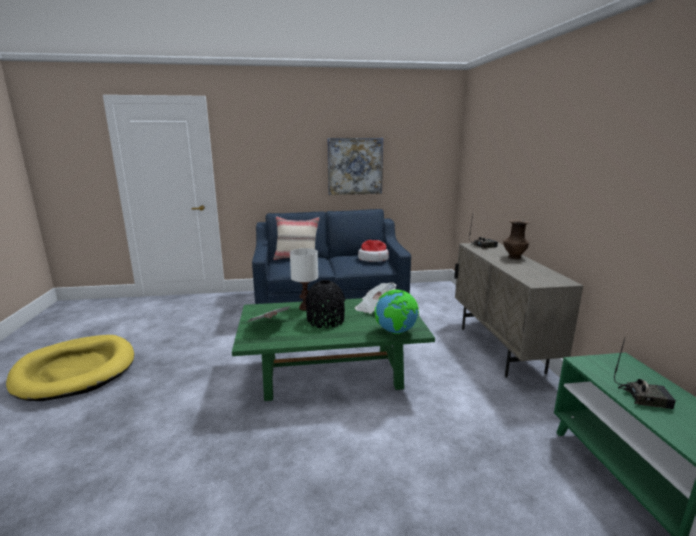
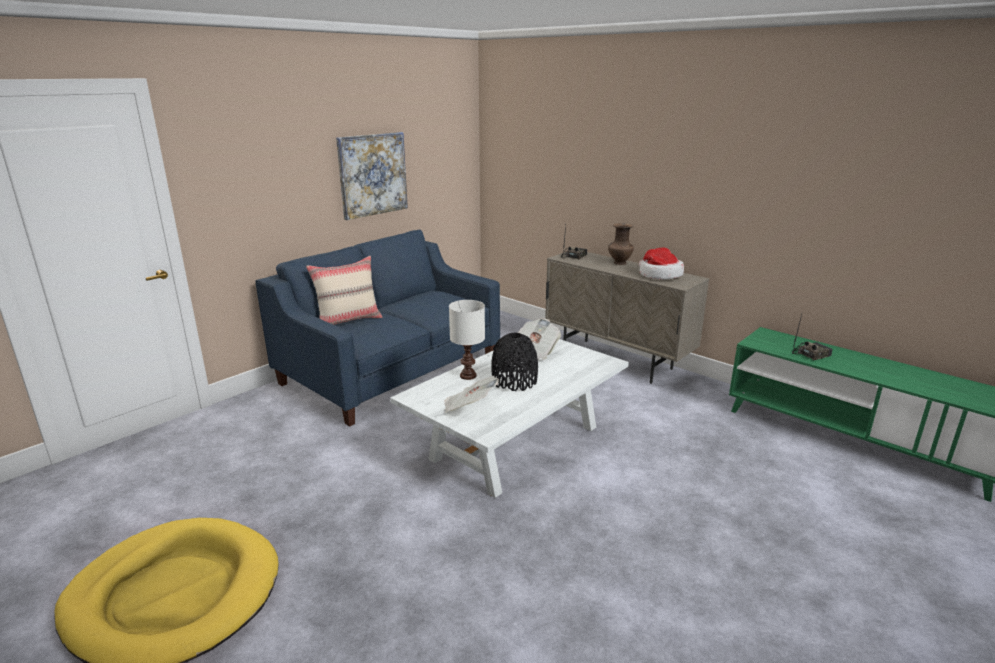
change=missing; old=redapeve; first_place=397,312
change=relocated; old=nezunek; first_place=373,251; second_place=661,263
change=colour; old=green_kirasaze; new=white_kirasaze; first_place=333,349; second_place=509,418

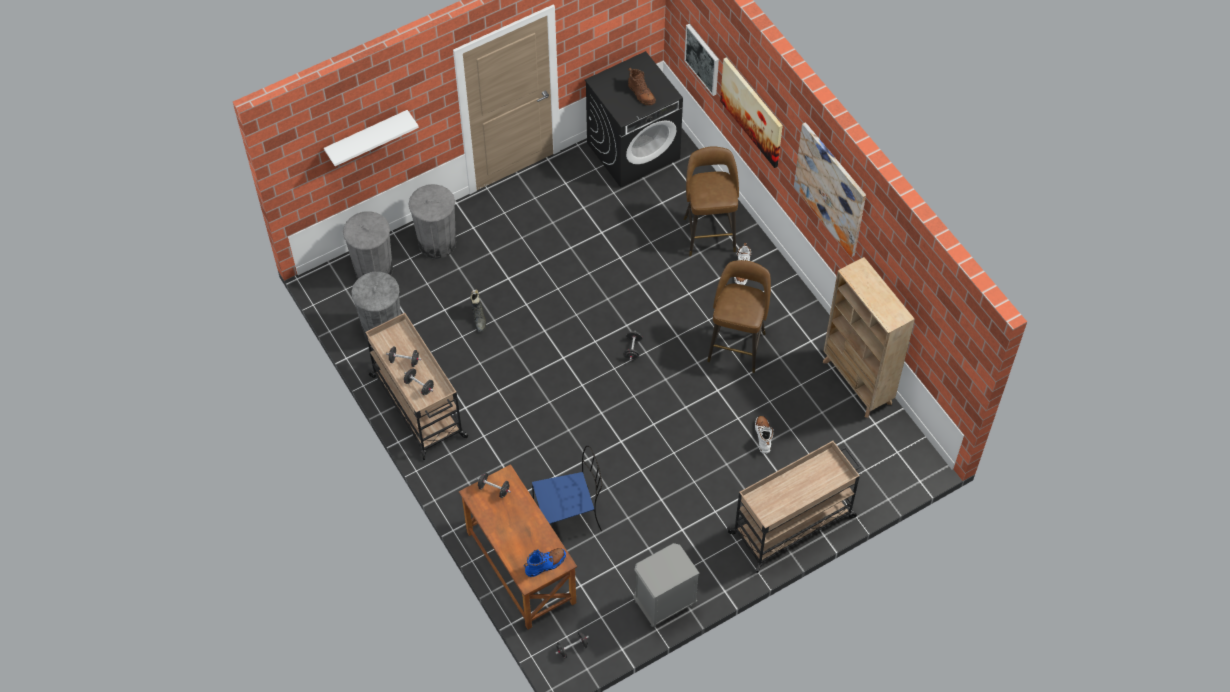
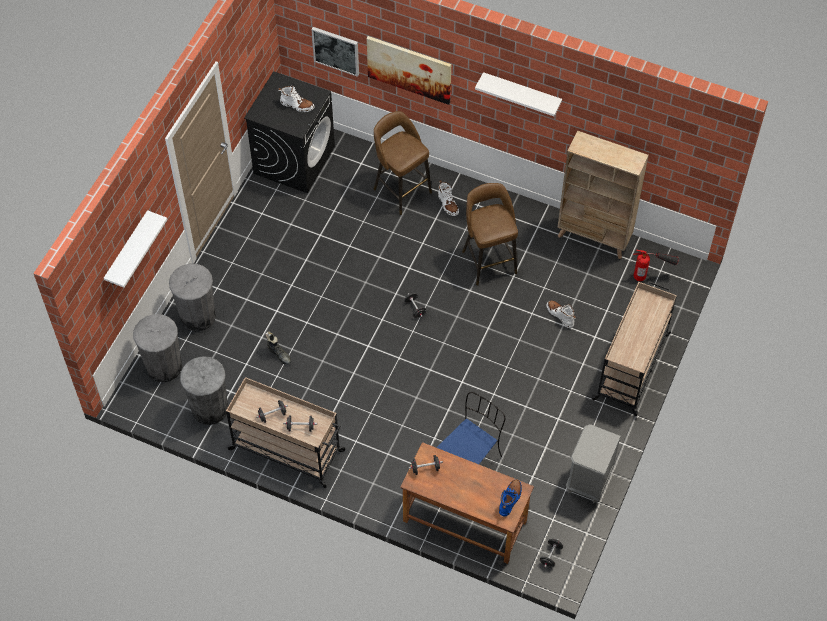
change=appeared; new=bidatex; second_place=656,265
change=exchanged; old=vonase; new=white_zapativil; first_place=830,190; second_place=518,94
change=colour; old=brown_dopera; new=white_dopera; first_place=642,86; second_place=296,99

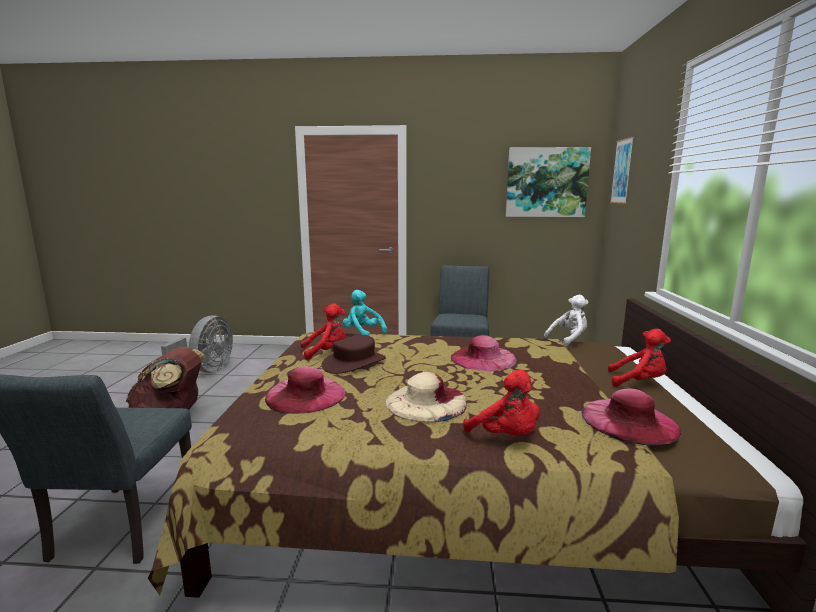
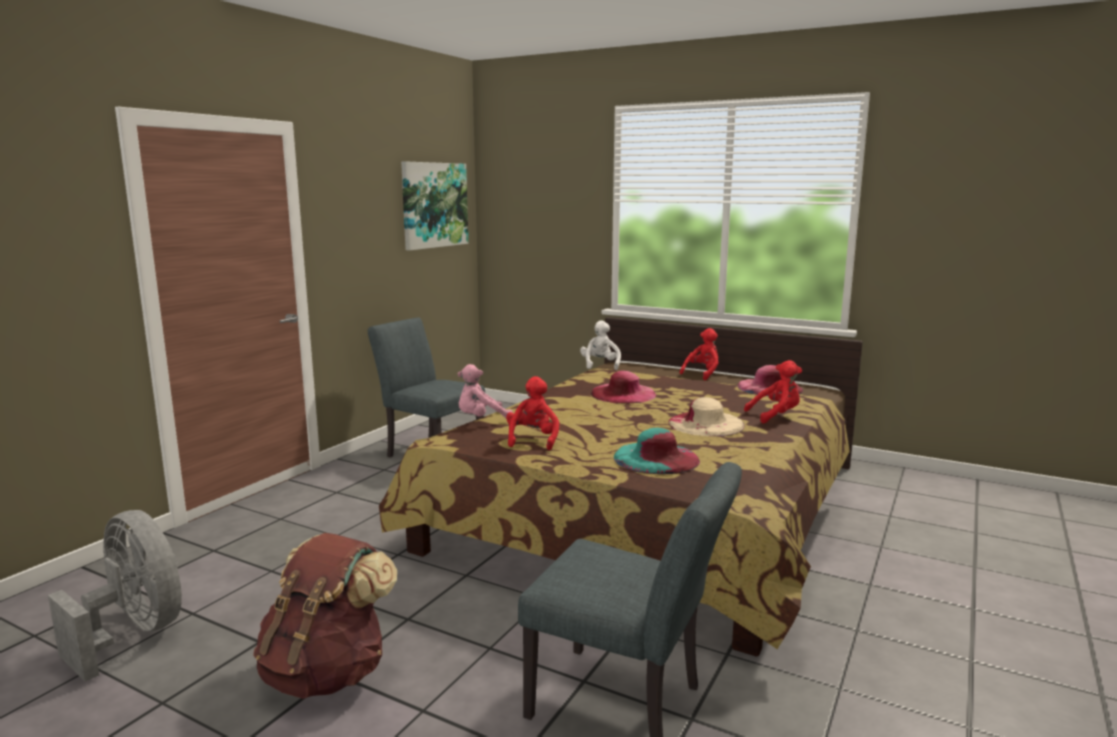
change=missing; old=brown_nezunek; first_place=354,354
change=missing; old=vonase; first_place=622,170
change=colour; old=pink_nezunek; new=turquoise_nezunek; first_place=305,390; second_place=657,451
change=colour; old=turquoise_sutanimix; new=pink_sutanimix; first_place=364,313; second_place=485,391

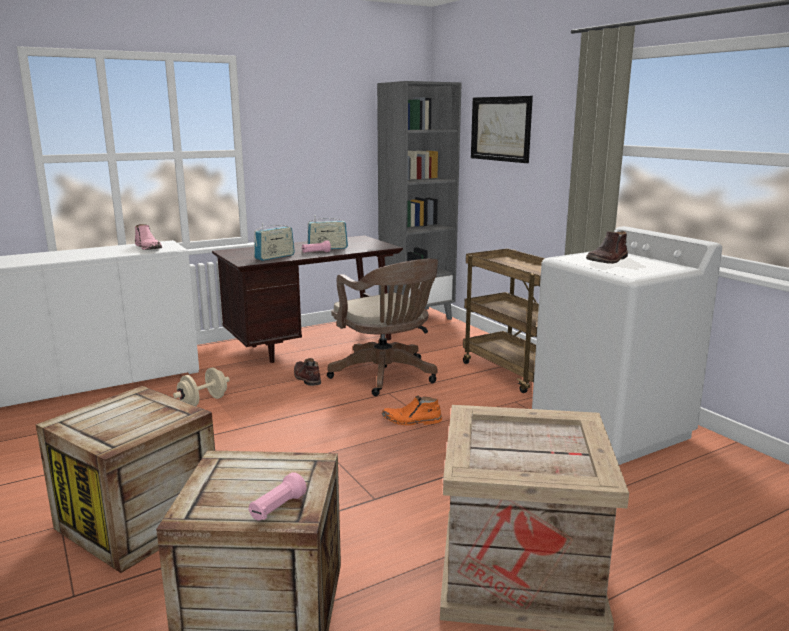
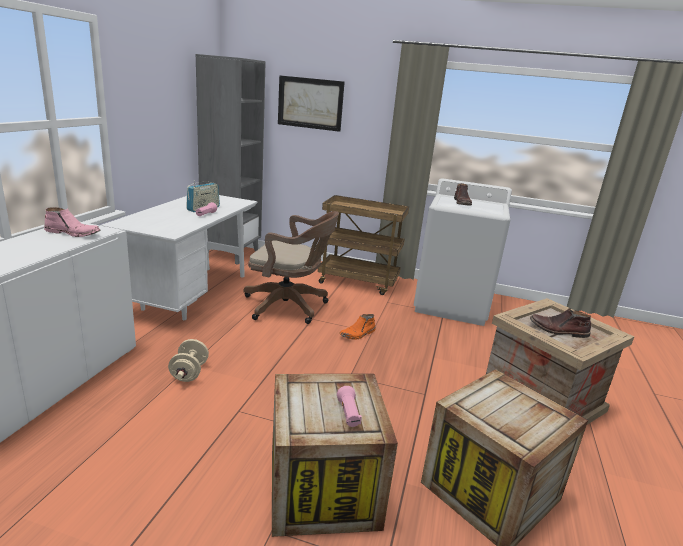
change=missing; old=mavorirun; first_place=274,242
change=relocated; old=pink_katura; first_place=277,496; second_place=349,406
change=relocated; old=brown_dopera; first_place=307,372; second_place=560,323
change=colour; old=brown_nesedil; new=white_nesedil; first_place=307,299; second_place=178,257

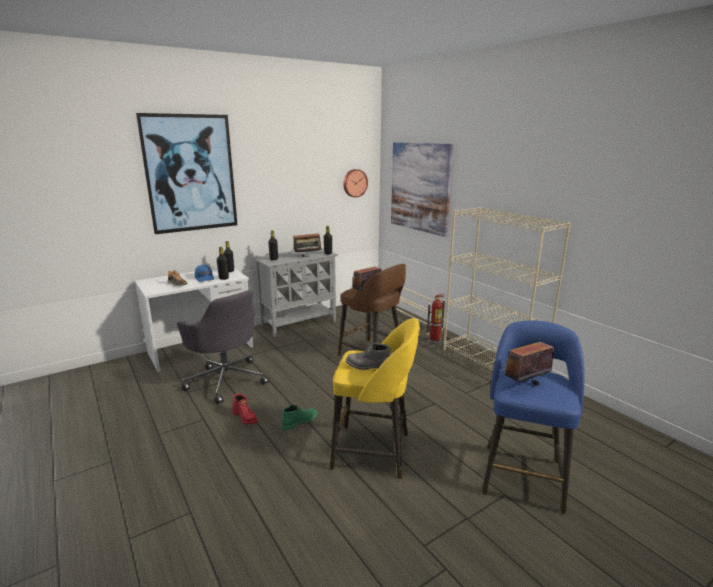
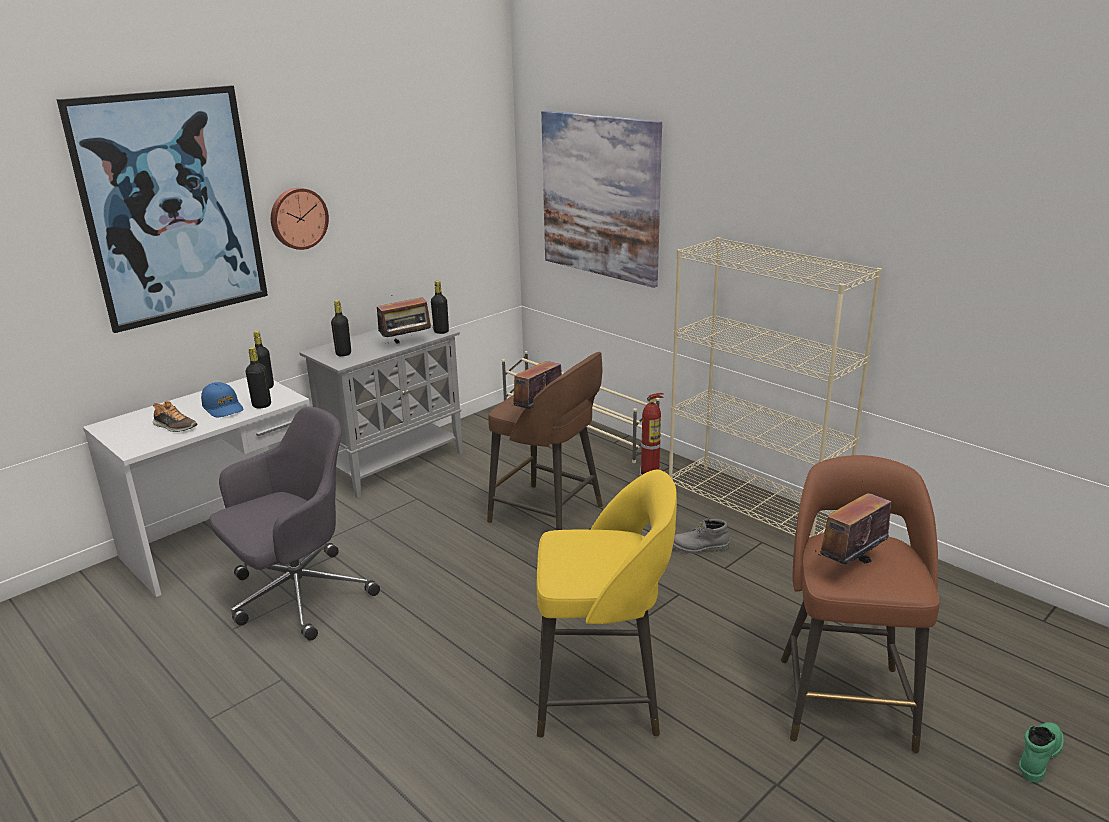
change=missing; old=red_dopera; first_place=244,409
change=relocated; old=green_dopera; first_place=299,418; second_place=1040,752
change=relocated; old=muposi; first_place=355,183; second_place=300,219
change=relocated; old=grey_dopera; first_place=368,356; second_place=701,536
change=colour; old=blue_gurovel; new=brown_gurovel; first_place=533,417; second_place=860,604
change=spun; old=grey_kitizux; first_place=223,347; second_place=295,524; degrees=-75

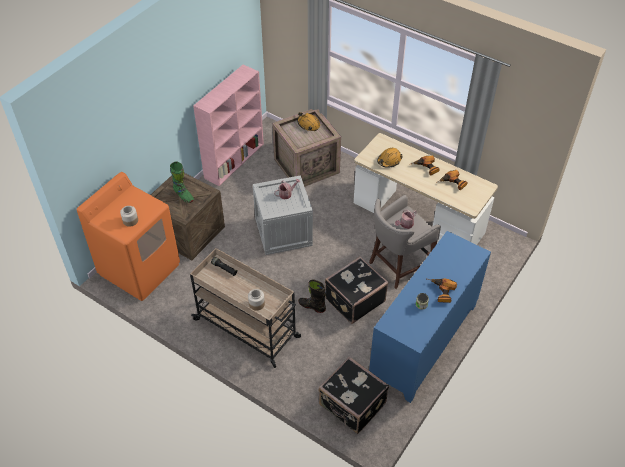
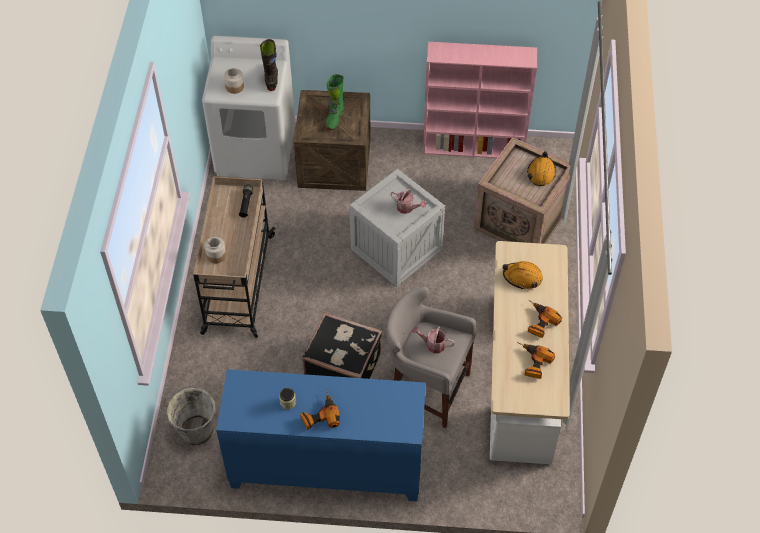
change=relocated; old=black_dopera; first_place=312,296; second_place=269,65
change=exchanged; old=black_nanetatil; new=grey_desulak; first_place=353,395; second_place=188,415
change=colour; old=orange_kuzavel; new=white_kuzavel; first_place=128,236; second_place=248,108

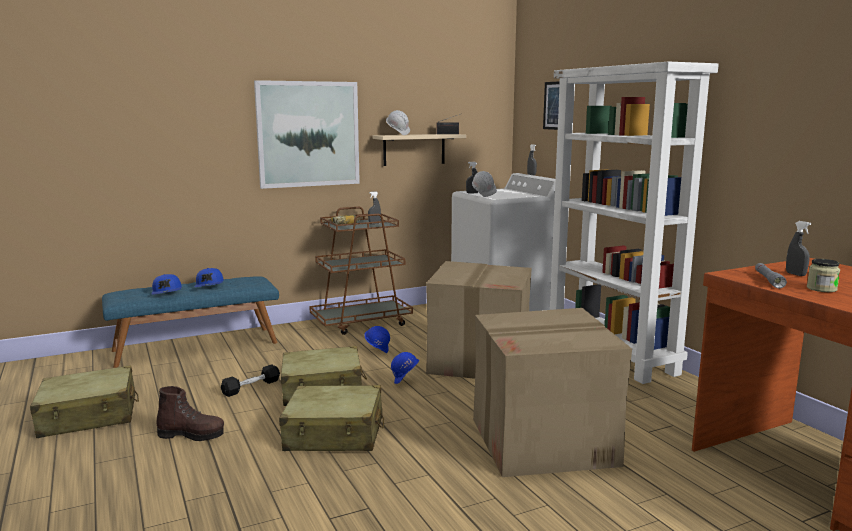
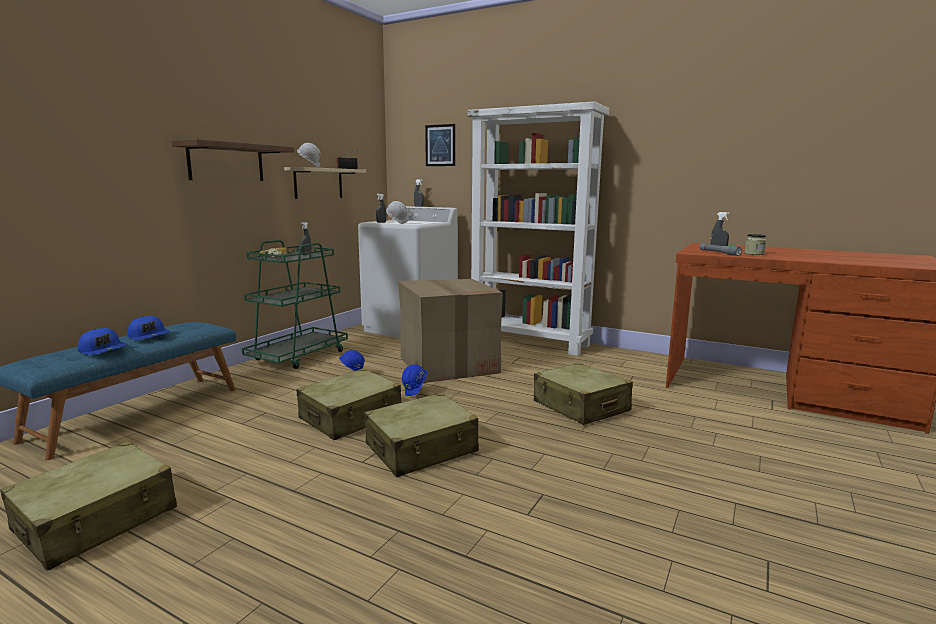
change=missing; old=brown_dopera; first_place=190,413
change=missing; old=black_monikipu; first_place=250,380
change=exchanged; old=vonase; new=brown_zapativil; first_place=307,134; second_place=233,160
change=exchanged; old=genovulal; new=beige_nanetatil; first_place=552,392; second_place=583,394
change=colour; old=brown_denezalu; new=green_denezalu; first_place=361,271; second_place=295,304

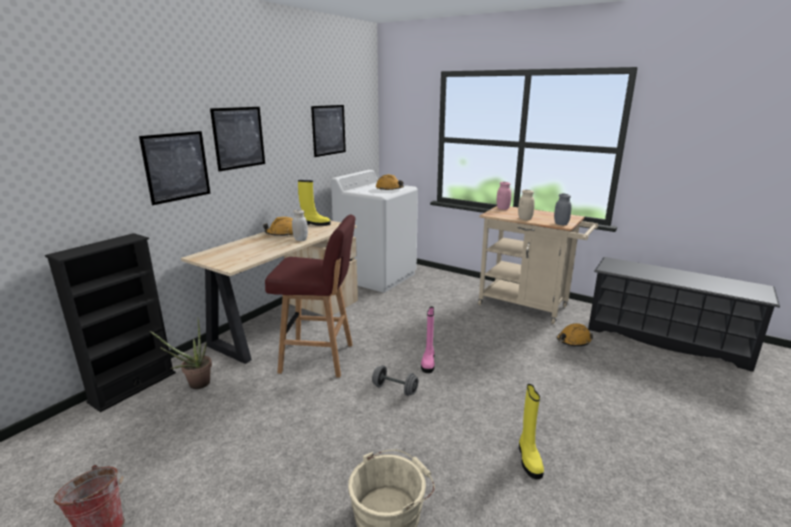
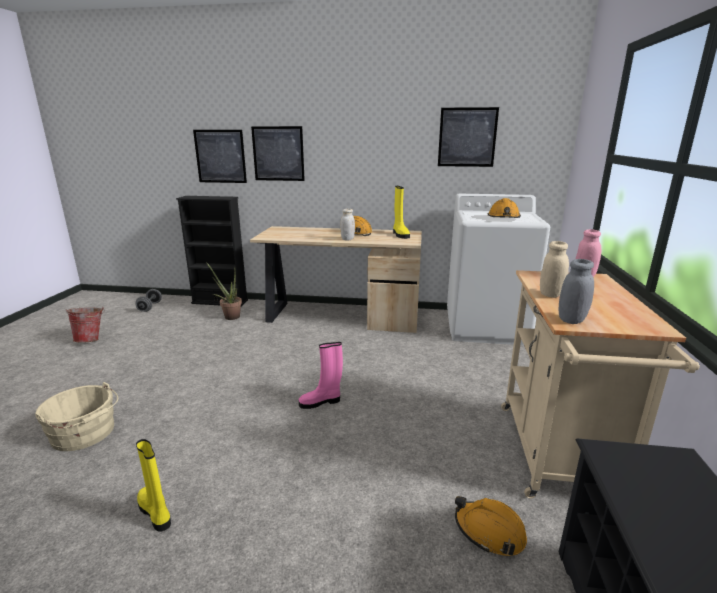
change=missing; old=red_gurovel; first_place=310,296
change=relocated; old=vonase; first_place=237,139; second_place=220,156
change=relocated; old=grey_monikipu; first_place=395,380; second_place=149,300
change=spun; old=yellow_dopera; first_place=531,431; second_place=153,485; degrees=75

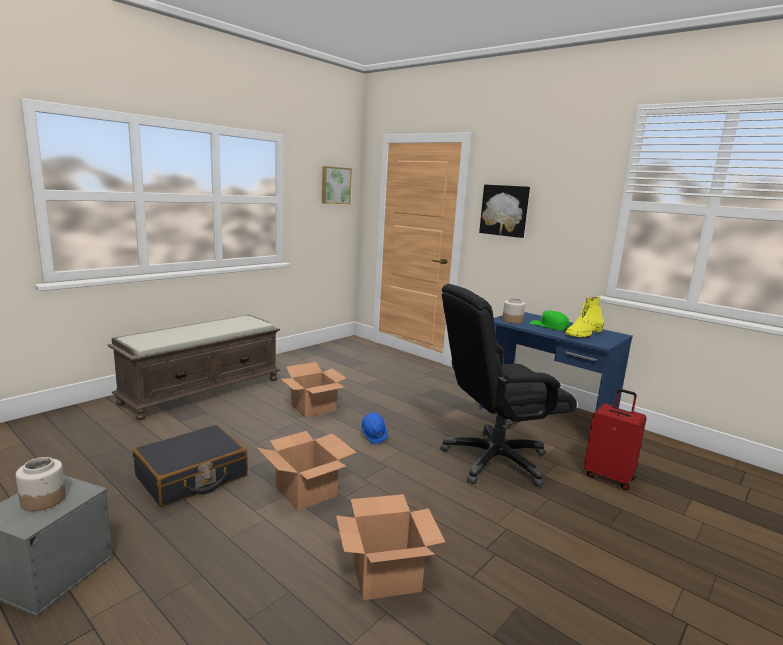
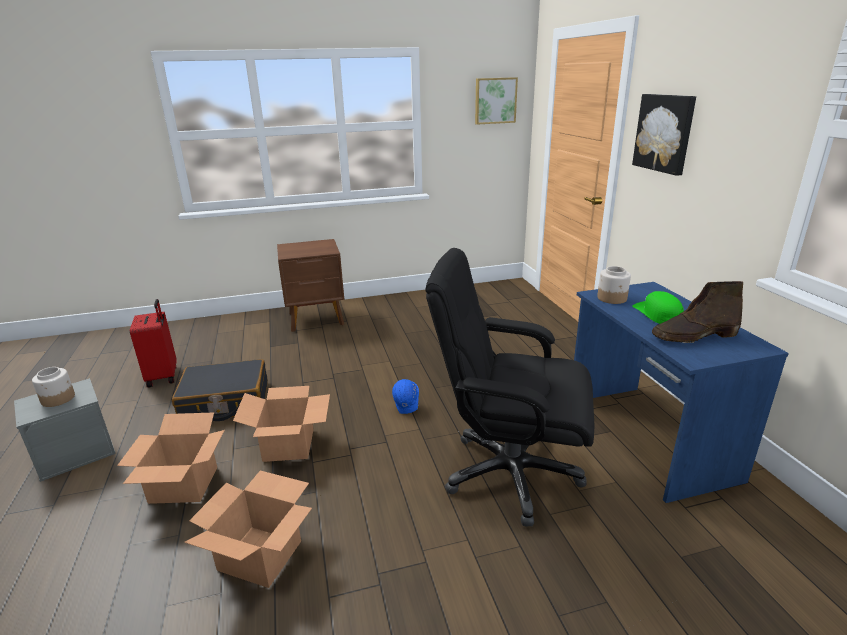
change=relocated; old=genovulal; first_place=313,390; second_place=171,458
change=relocated; old=red_nanetatil; first_place=615,439; second_place=153,343
change=exchanged; old=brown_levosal; new=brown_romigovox; first_place=194,367; second_place=310,285
change=colour; old=yellow_dopera; new=brown_dopera; first_place=584,317; second_place=697,312

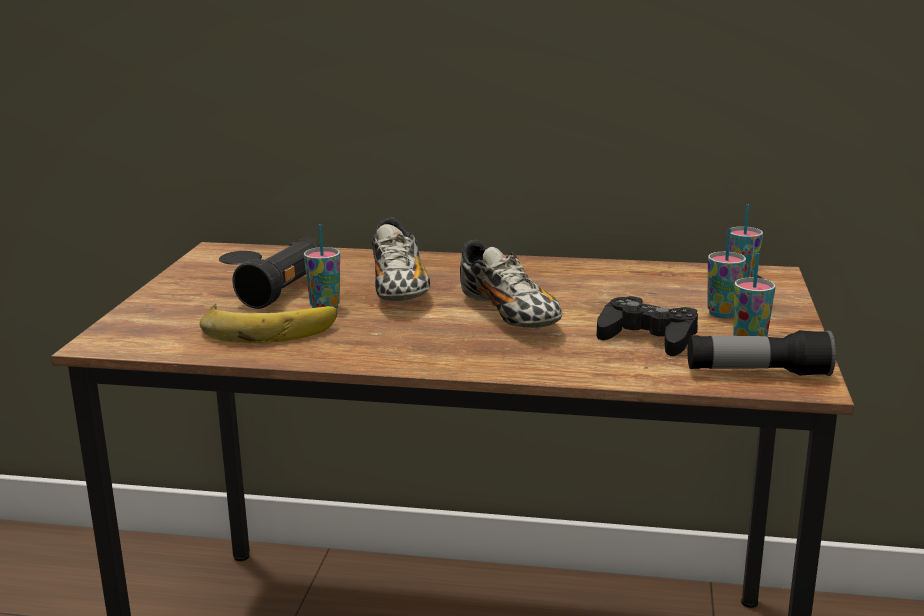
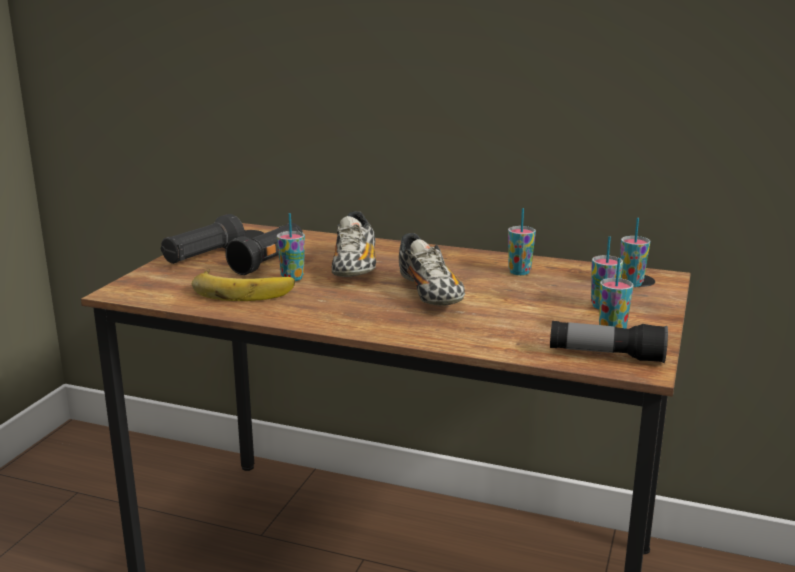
change=missing; old=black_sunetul; first_place=647,326
change=appeared; new=black_katura; second_place=203,239
change=appeared; new=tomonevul; second_place=522,241

